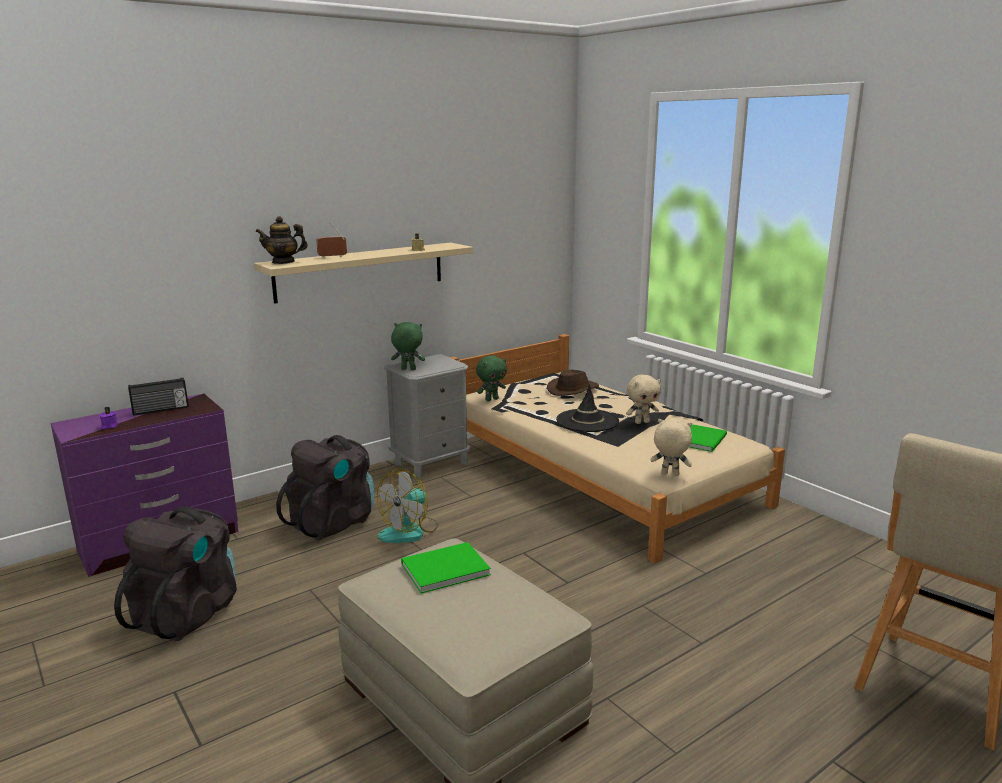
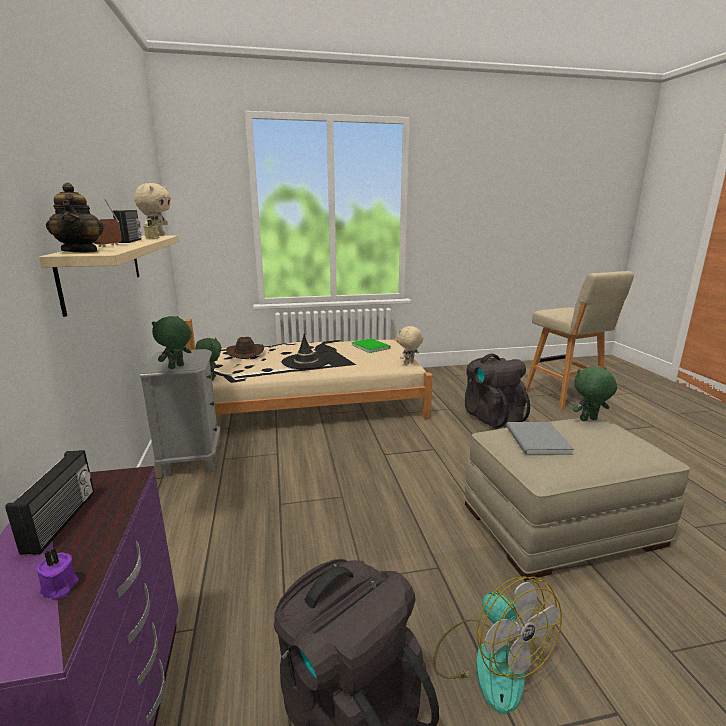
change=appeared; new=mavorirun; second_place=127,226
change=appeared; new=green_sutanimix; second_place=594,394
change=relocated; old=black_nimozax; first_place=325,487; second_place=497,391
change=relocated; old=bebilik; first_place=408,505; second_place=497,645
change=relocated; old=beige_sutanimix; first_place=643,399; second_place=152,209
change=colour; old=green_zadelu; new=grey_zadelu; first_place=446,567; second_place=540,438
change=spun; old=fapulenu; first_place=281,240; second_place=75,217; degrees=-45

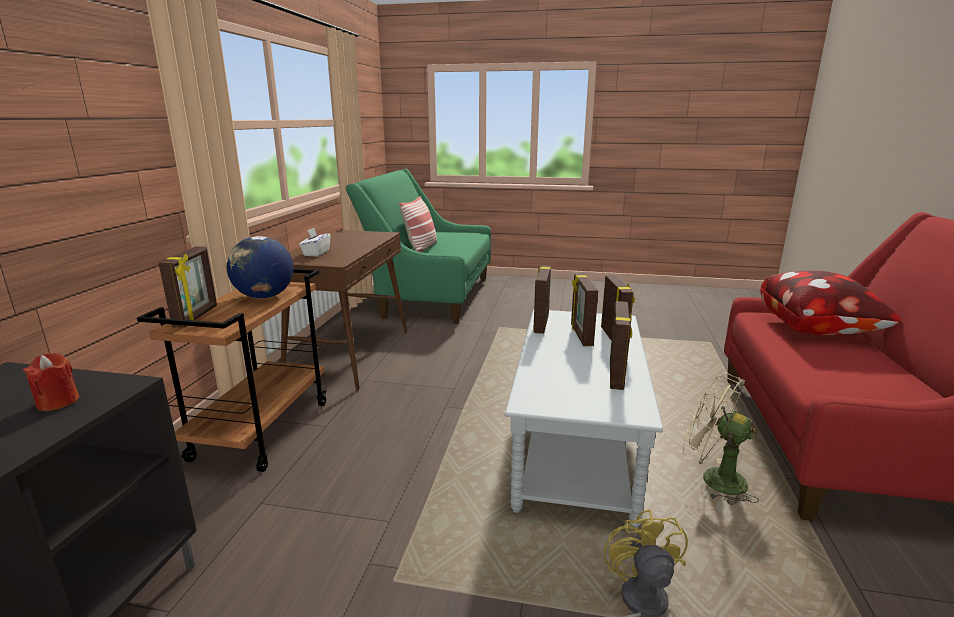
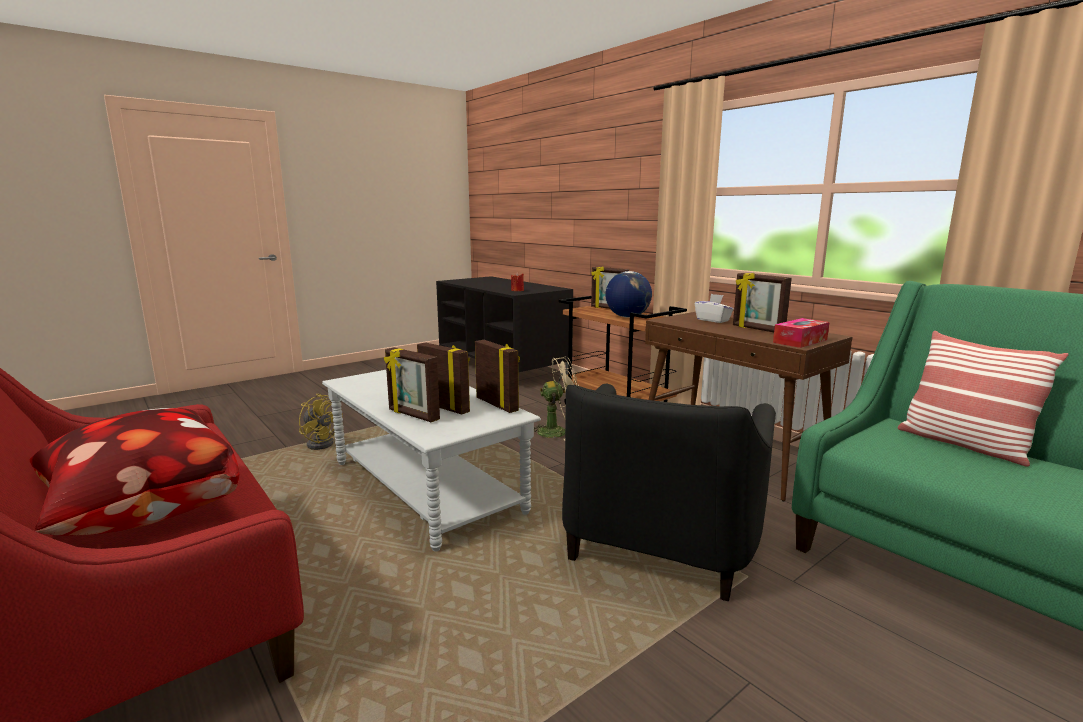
change=appeared; new=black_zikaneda; second_place=669,492
change=appeared; new=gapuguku; second_place=801,333
change=relocated; old=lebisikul; first_place=621,345; second_place=762,302
change=relocated; old=beige_bebilik; first_place=721,439; second_place=556,398

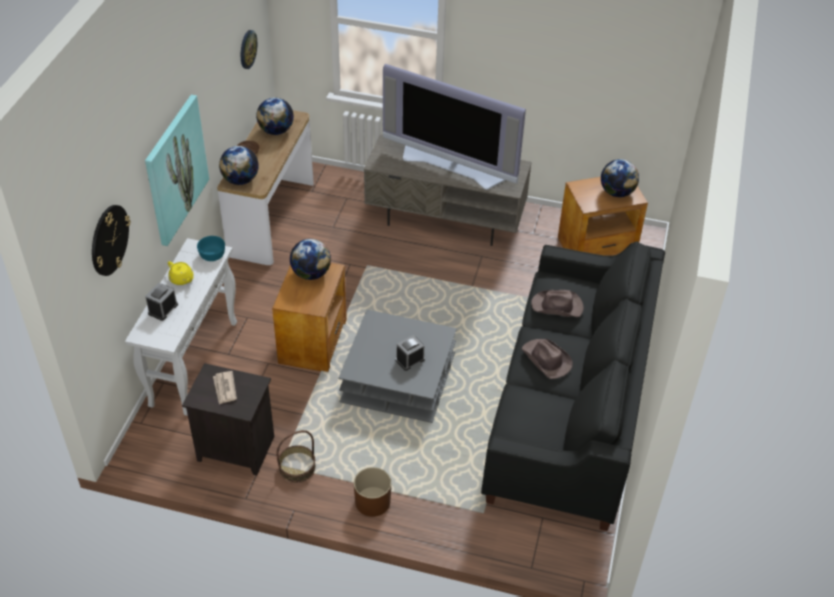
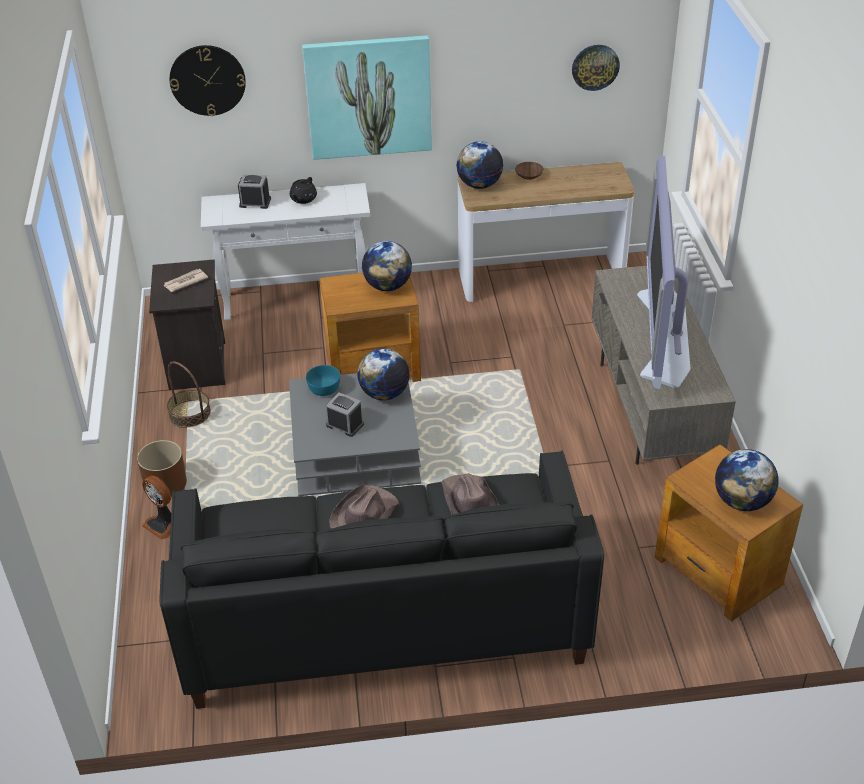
change=appeared; new=bebilik; second_place=156,508
change=relocated; old=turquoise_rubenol; first_place=211,248; second_place=323,380
change=relocated; old=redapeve; first_place=275,116; second_place=383,374
change=colour; old=yellow_fapulenu; new=black_fapulenu; first_place=181,273; second_place=303,190

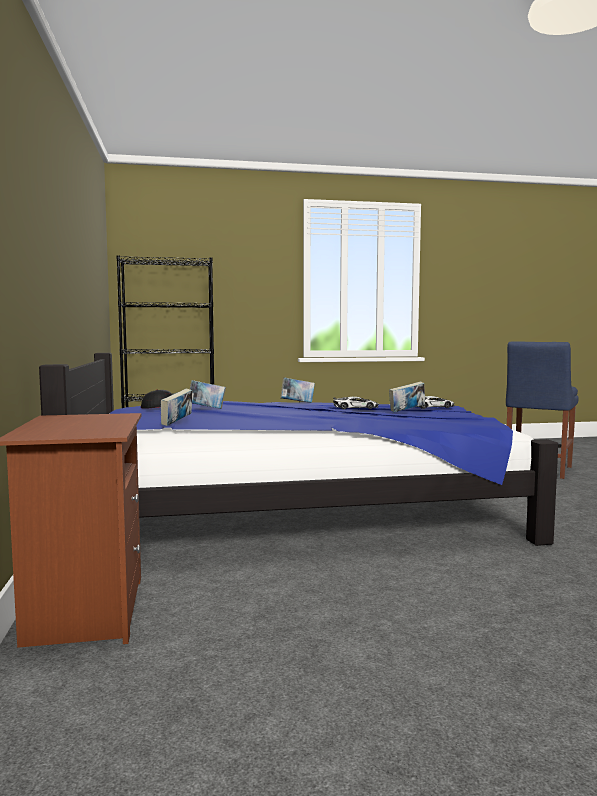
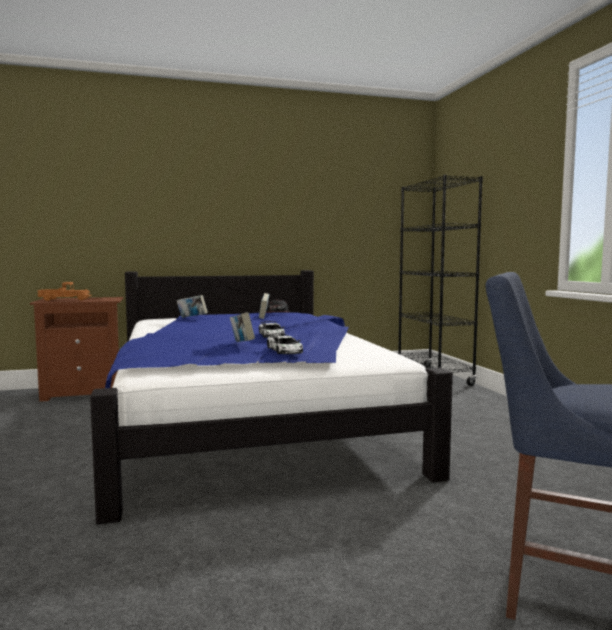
change=missing; old=zadelu; first_place=297,390
change=appeared; new=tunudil; second_place=64,291

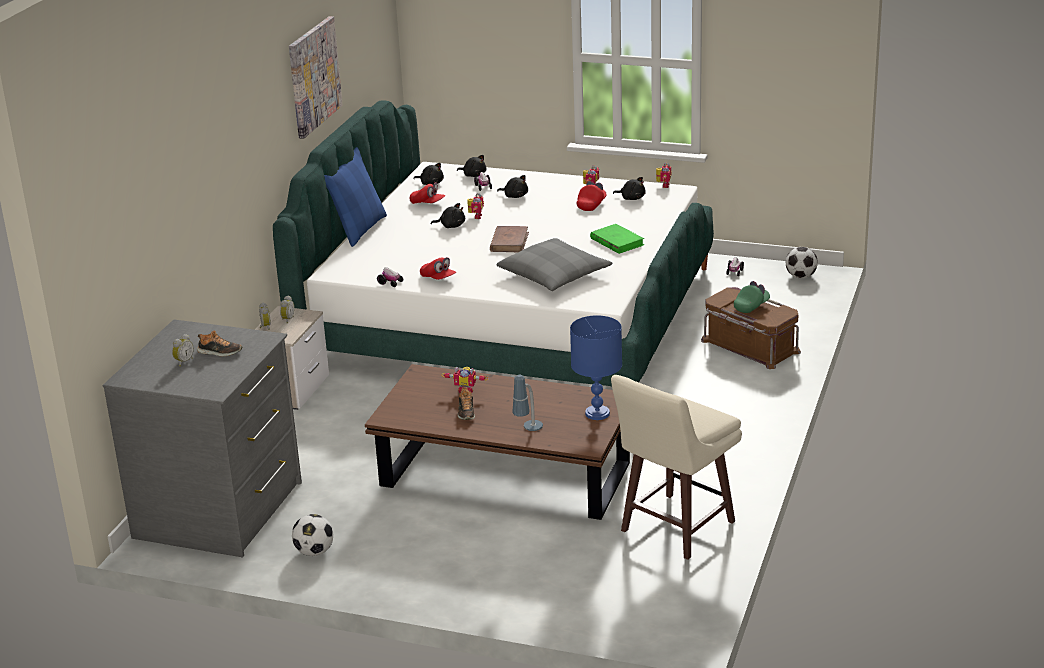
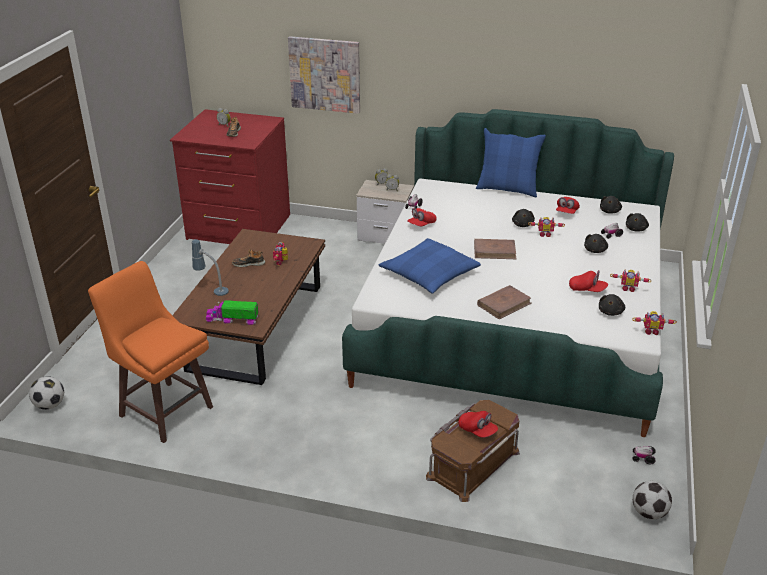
change=relocated; old=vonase; first_place=316,77; second_place=324,75
change=relocated; old=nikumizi; first_place=312,535; second_place=46,393
change=exchanged; old=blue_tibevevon; new=tunudil; first_place=596,367; second_place=231,312
change=colour; old=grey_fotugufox; new=red_fotugufox; first_place=202,438; second_place=230,176
change=colour; old=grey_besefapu; new=blue_besefapu; first_place=554,264; second_place=430,266
change=colour; old=green_zadelu; new=brown_zadelu; first_place=617,239; second_place=504,302
change=colour; old=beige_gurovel; new=orange_gurovel; first_place=676,467; second_place=150,352
change=colour; old=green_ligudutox; new=red_ligudutox; first_place=752,297; second_place=478,424

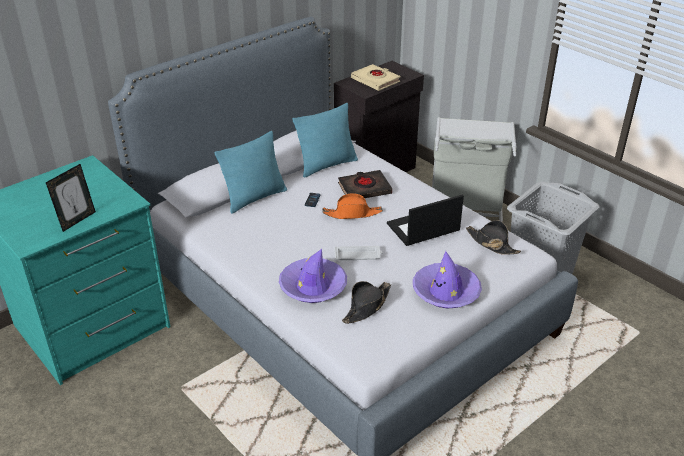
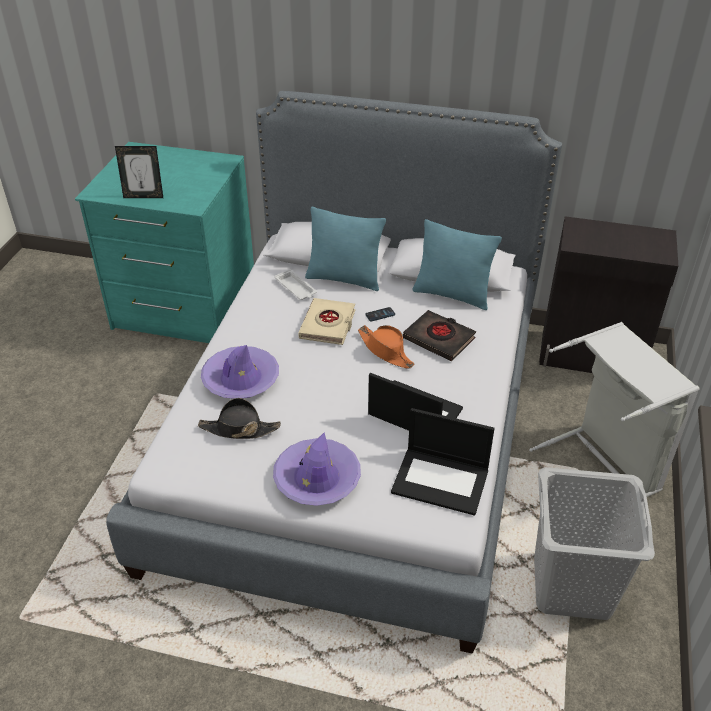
change=relocated; old=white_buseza; first_place=358,253; second_place=296,284
change=relocated; old=beige_zadelu; first_place=375,77; second_place=327,321
change=exchanged; old=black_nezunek; new=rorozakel; first_place=493,237; second_place=442,462

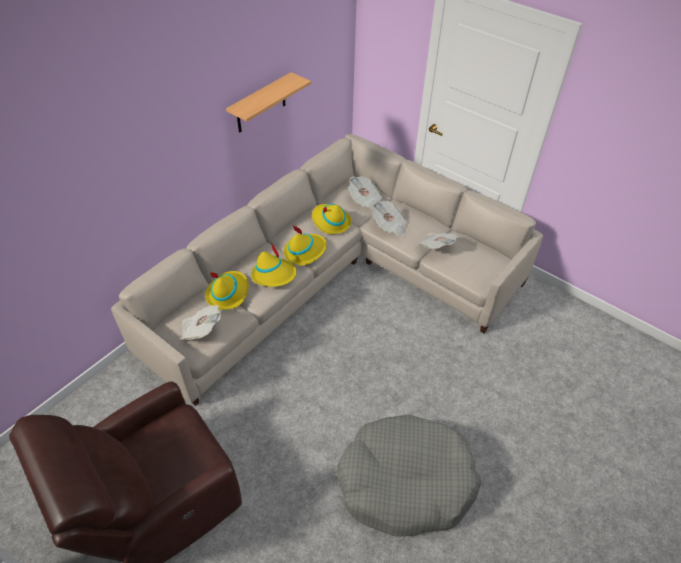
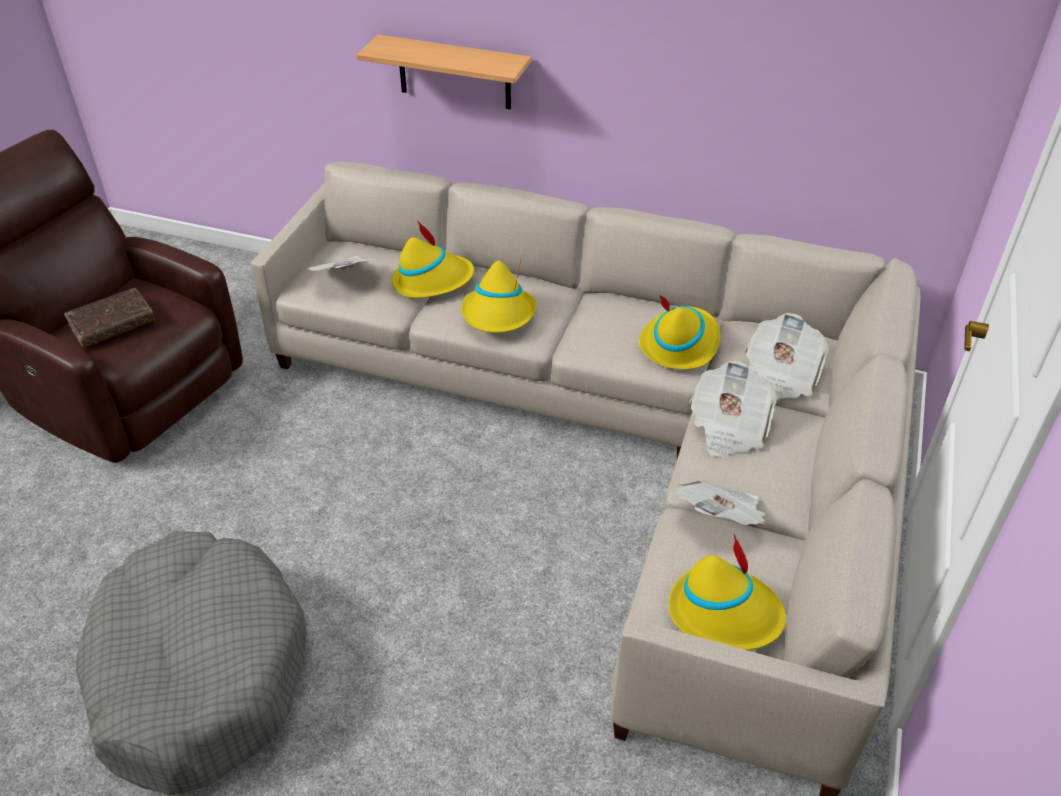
change=appeared; new=brown_zadelu; second_place=109,318
change=relocated; old=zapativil; first_place=268,102; second_place=443,71
change=relocated; old=yellow_nezunek; first_place=305,245; second_place=727,592

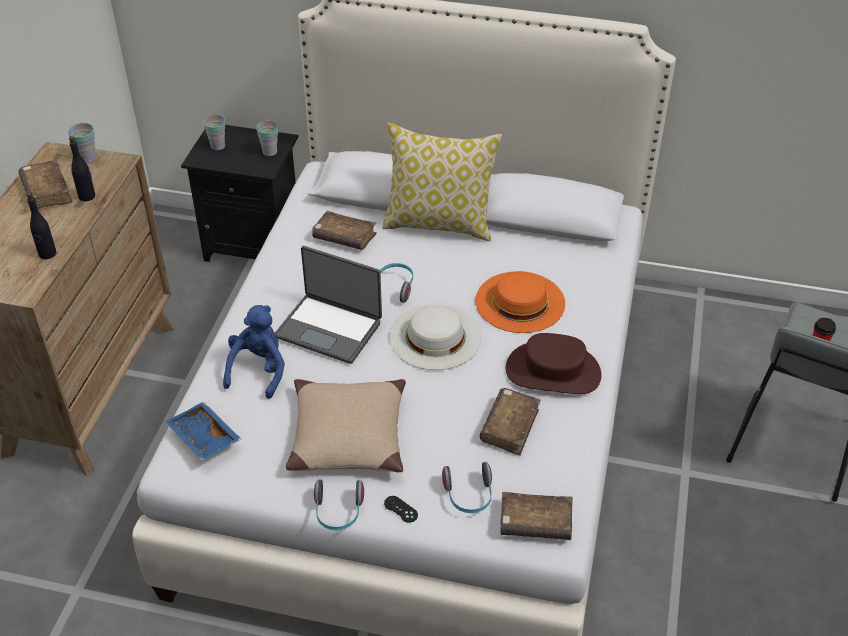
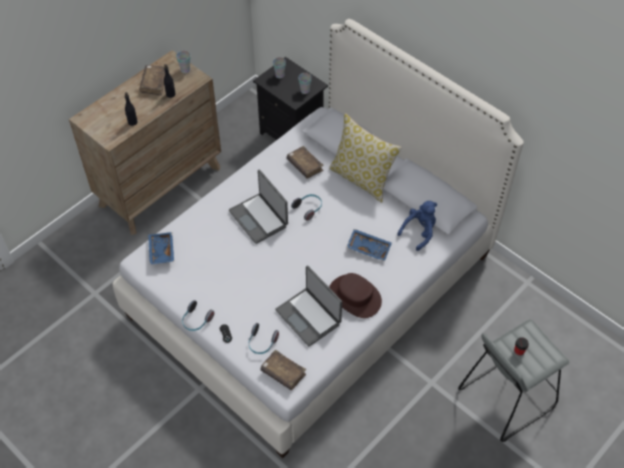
change=missing; old=beige_besefapu; first_place=346,425
change=missing; old=white_nezunek; first_place=435,337
change=relocated; old=blue_sutanimix; first_place=254,352; second_place=417,226
change=exchanged; old=orange_nezunek; new=blue_buseza; first_place=520,302; second_place=369,245
change=exchanged; old=brown_zadelu; new=rorozakel; first_place=510,422; second_place=308,305

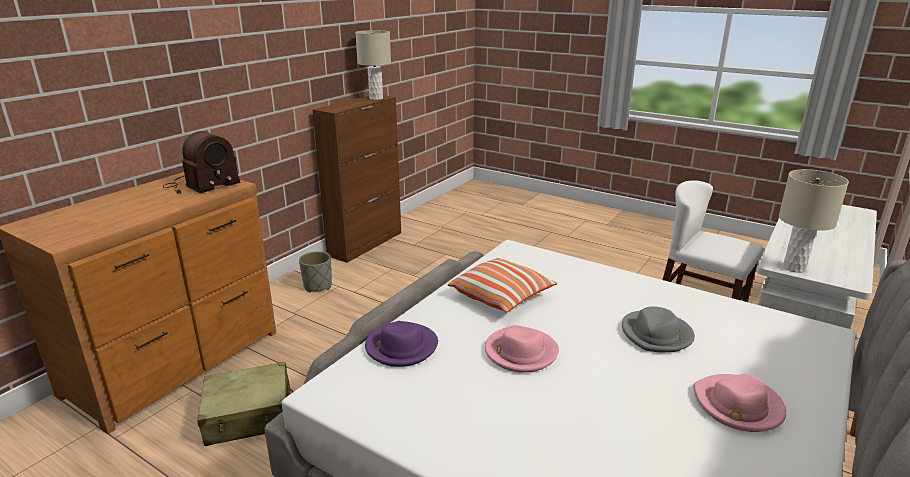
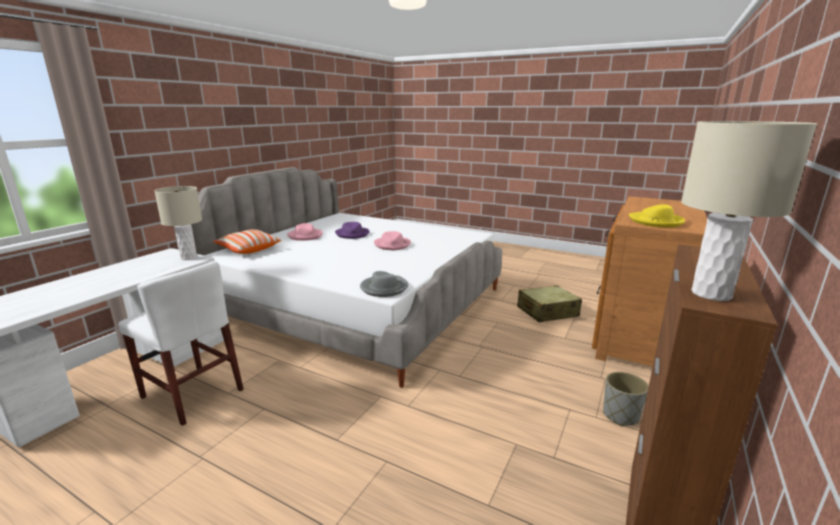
change=relocated; old=purple_nezunek; first_place=401,344; second_place=352,230
change=relocated; old=besefapu; first_place=502,285; second_place=247,241
change=relocated; old=grey_nezunek; first_place=658,329; second_place=384,284
change=exchanged; old=mavorirun; new=yellow_nezunek; first_place=202,162; second_place=657,216

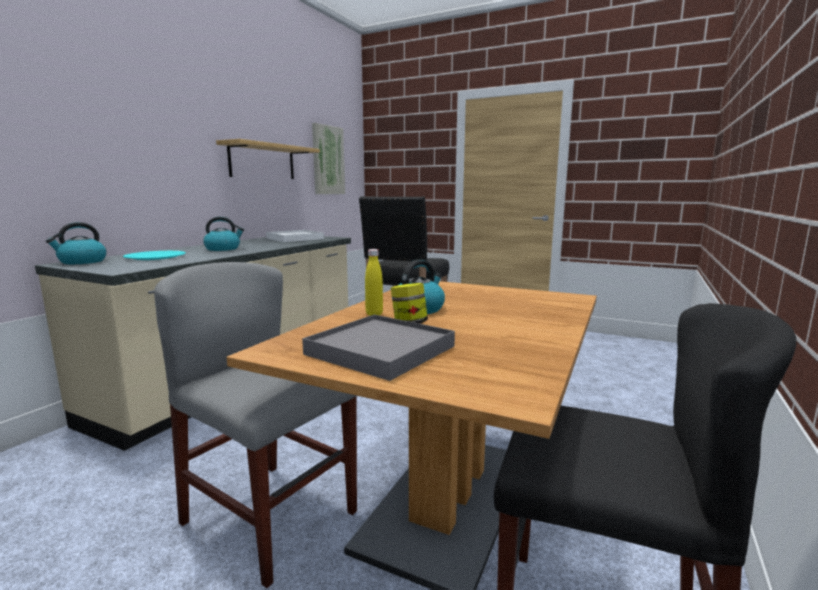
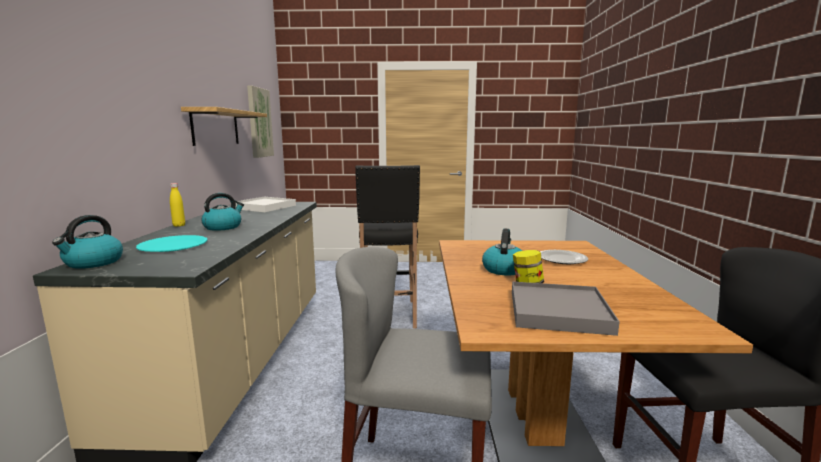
change=appeared; new=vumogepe; second_place=564,257
change=relocated; old=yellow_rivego; first_place=374,282; second_place=177,205

